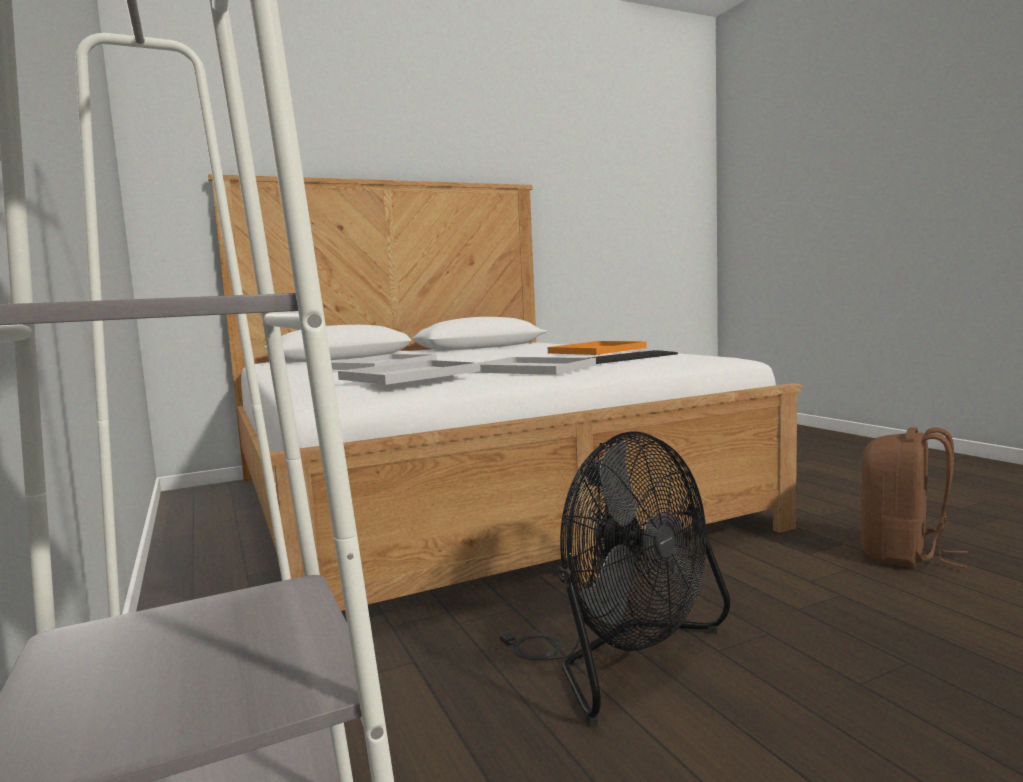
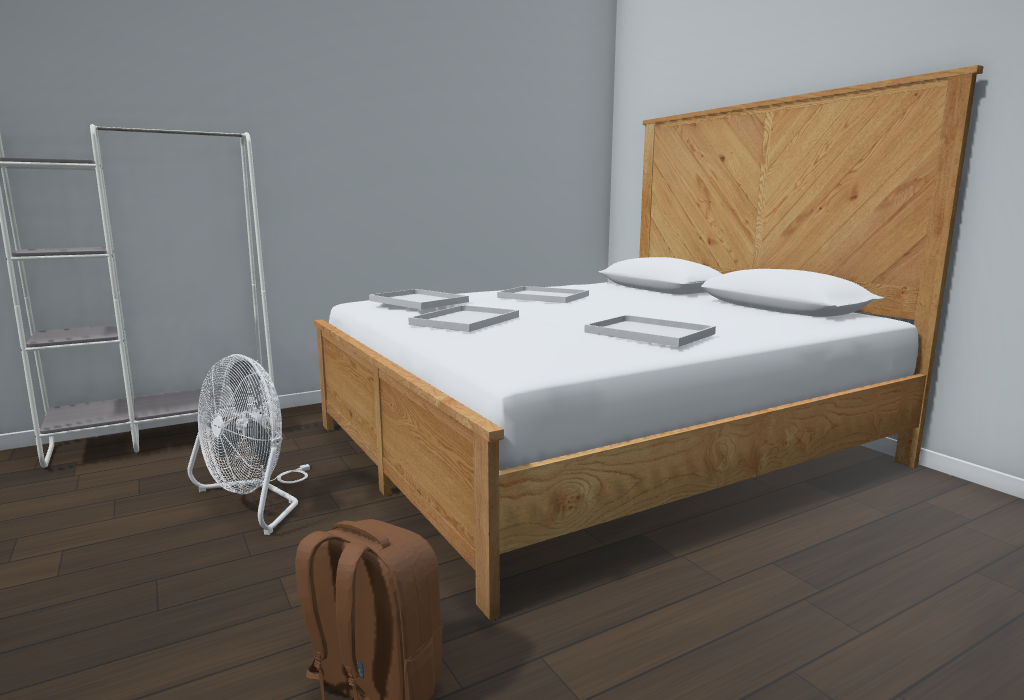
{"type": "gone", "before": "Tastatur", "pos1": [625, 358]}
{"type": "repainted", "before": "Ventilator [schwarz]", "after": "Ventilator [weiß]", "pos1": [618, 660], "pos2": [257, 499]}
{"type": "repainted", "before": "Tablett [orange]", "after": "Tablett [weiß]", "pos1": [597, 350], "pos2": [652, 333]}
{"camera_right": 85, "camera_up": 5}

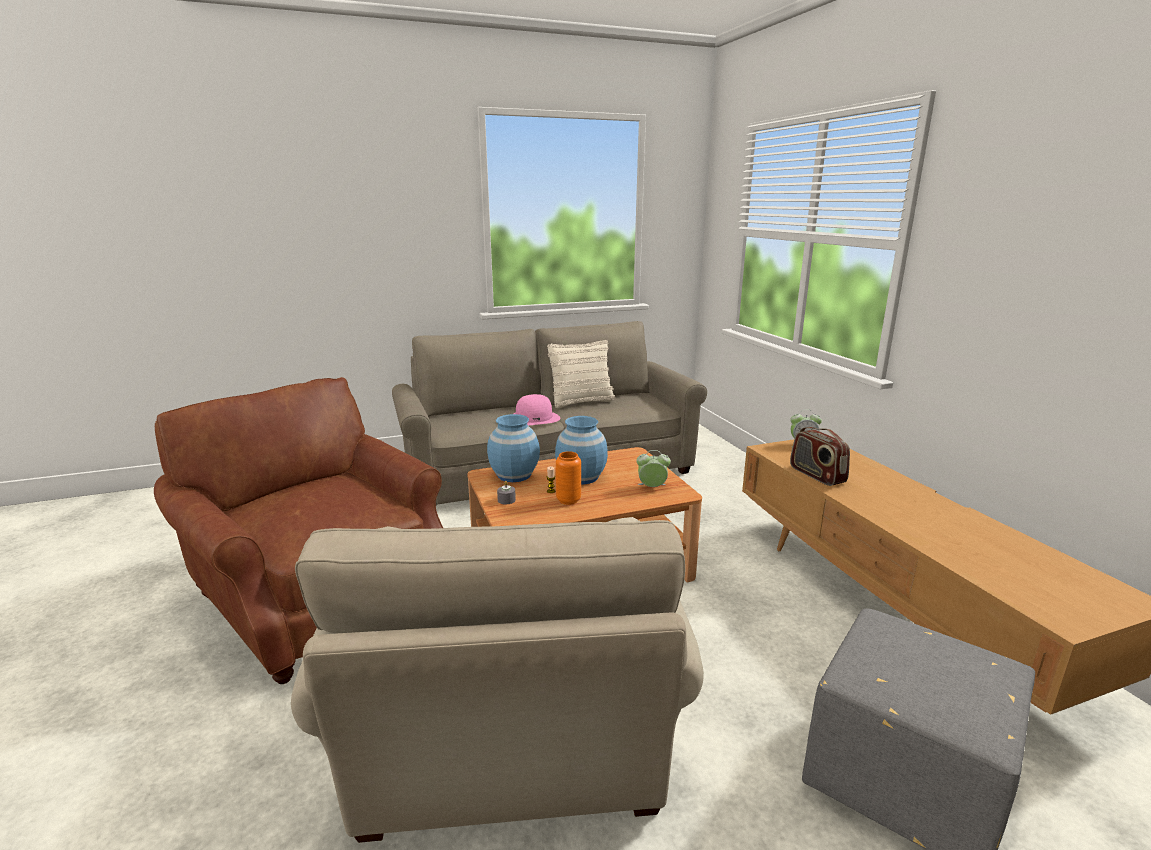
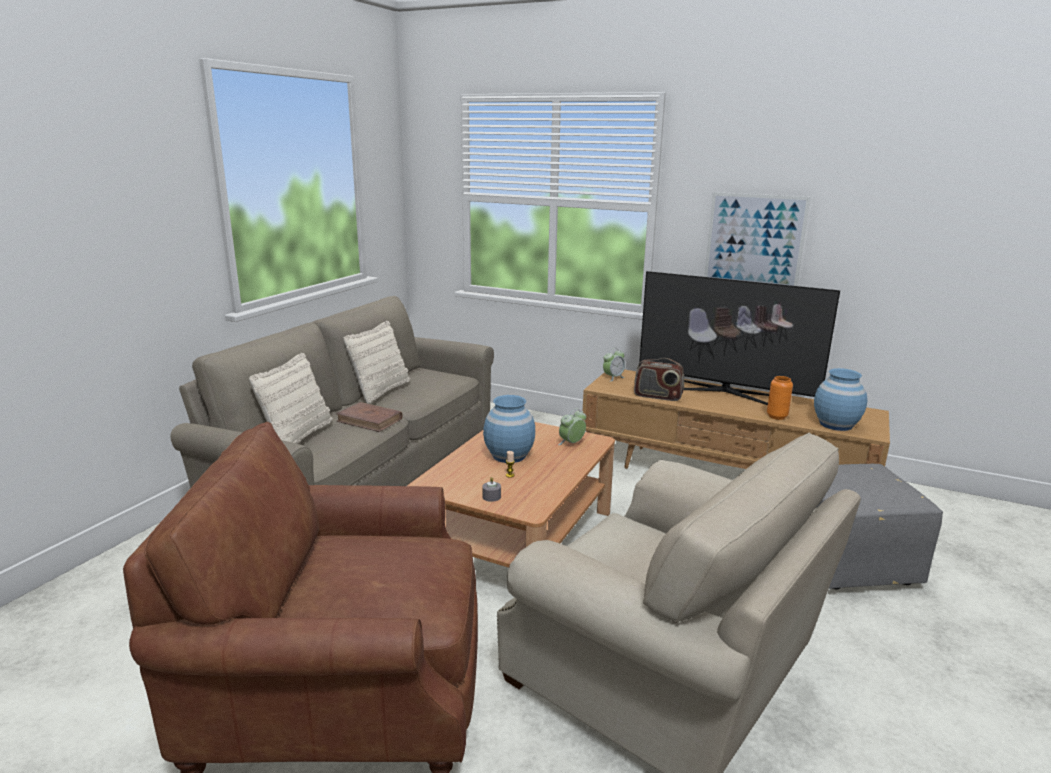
{"type": "new", "after": "Kissen [beige]", "pos2": [297, 437]}
{"type": "new", "after": "Fernseher", "pos2": [724, 392]}
{"type": "new", "after": "Bild", "pos2": [754, 241]}
{"type": "shifted", "before": "Vase [blau]", "pos1": [514, 475], "pos2": [836, 424]}
{"type": "shifted", "before": "Vase [orange]", "pos1": [568, 500], "pos2": [777, 416]}
{"type": "swapped", "before": "Hut [rosa]", "after": "Buch [braun]", "pos1": [534, 418], "pos2": [370, 420]}
{"camera_right": -45, "camera_up": 0}

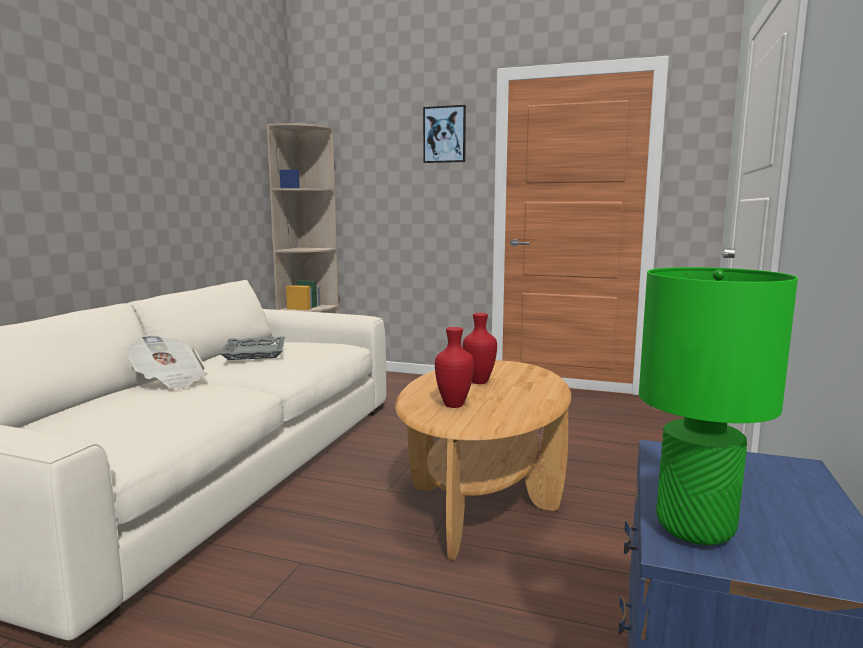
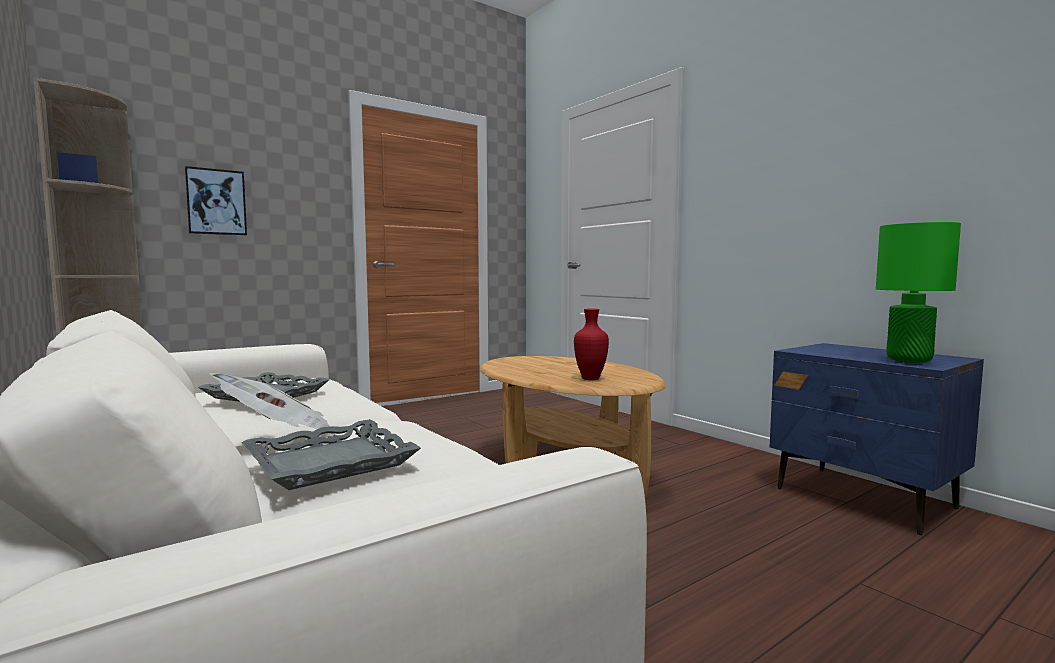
{"type": "gone", "before": "Vase [rot]", "pos1": [479, 382]}
{"type": "new", "after": "Tablett [grau]", "pos2": [330, 463]}
{"type": "shifted", "before": "Bild", "pos1": [444, 134], "pos2": [216, 202]}
{"camera_right": -55, "camera_up": -5}

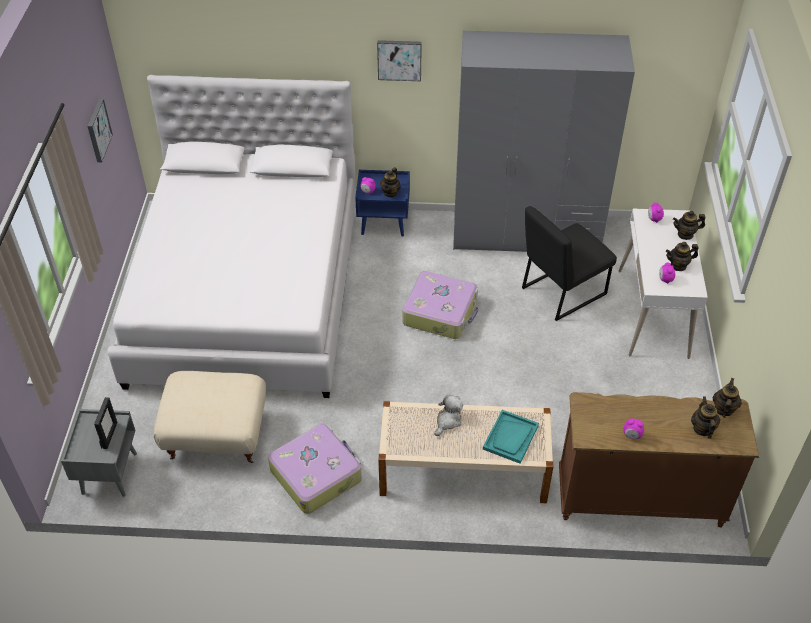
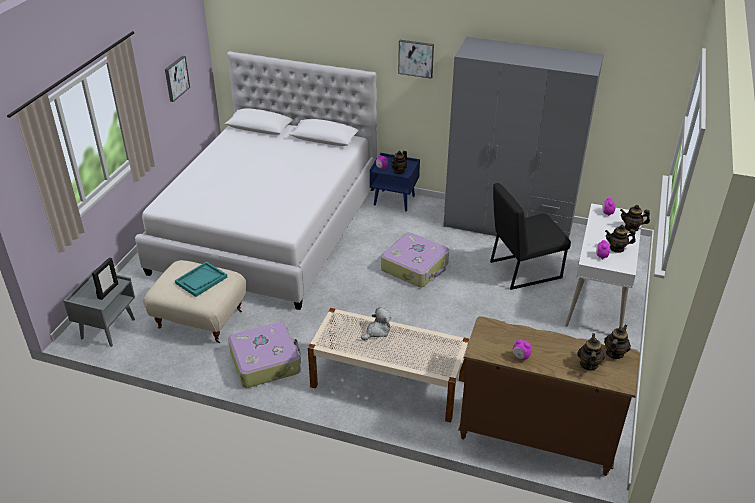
{"type": "shifted", "before": "Tablett [türkis]", "pos1": [510, 437], "pos2": [201, 280]}
{"camera_right": 15, "camera_up": -10}

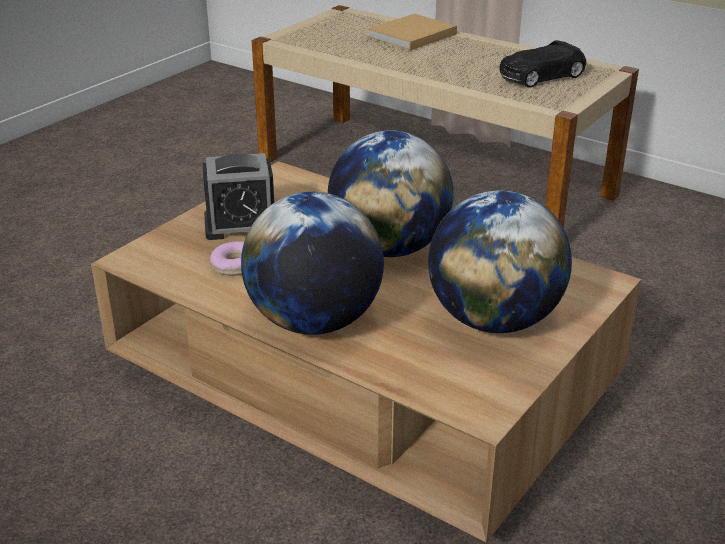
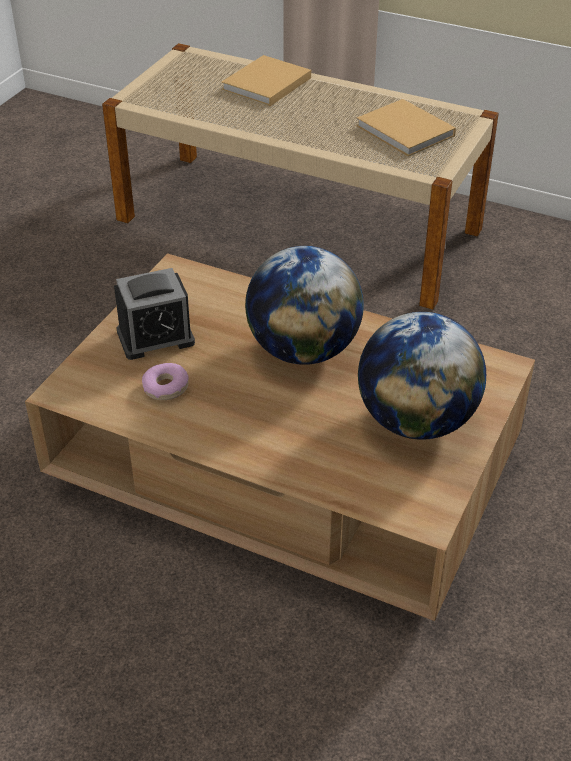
{"type": "gone", "before": "Globus", "pos1": [314, 322]}
{"type": "swapped", "before": "Spielzeugauto [schwarz]", "after": "Buch [beige]", "pos1": [540, 76], "pos2": [407, 132]}
{"camera_right": -10, "camera_up": 10}

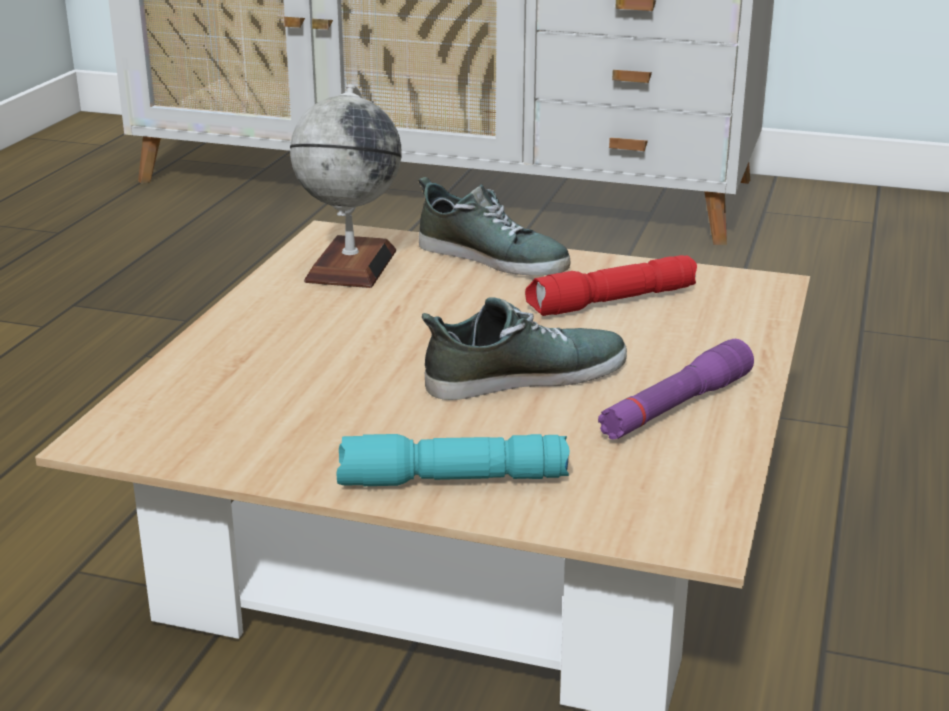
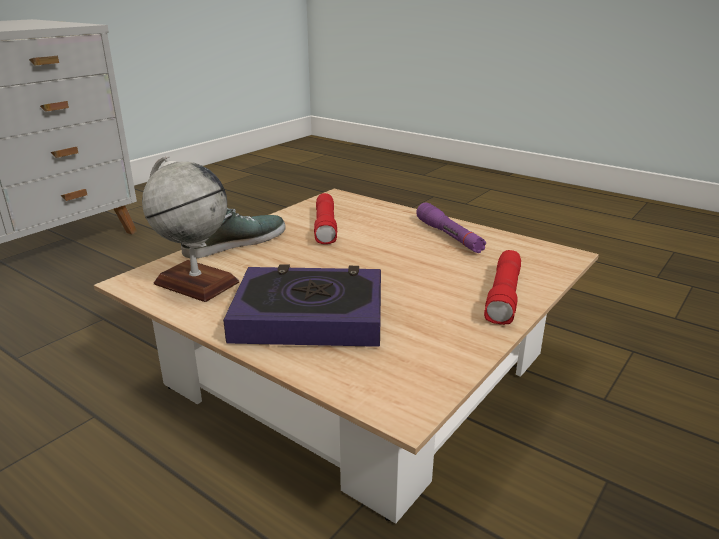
{"type": "gone", "before": "Schuh", "pos1": [524, 375]}
{"type": "new", "after": "Buch", "pos2": [309, 315]}
{"type": "repainted", "before": "Taschenlampe [türkis]", "after": "Taschenlampe [rot]", "pos1": [450, 481], "pos2": [504, 297]}
{"camera_right": -70, "camera_up": 0}

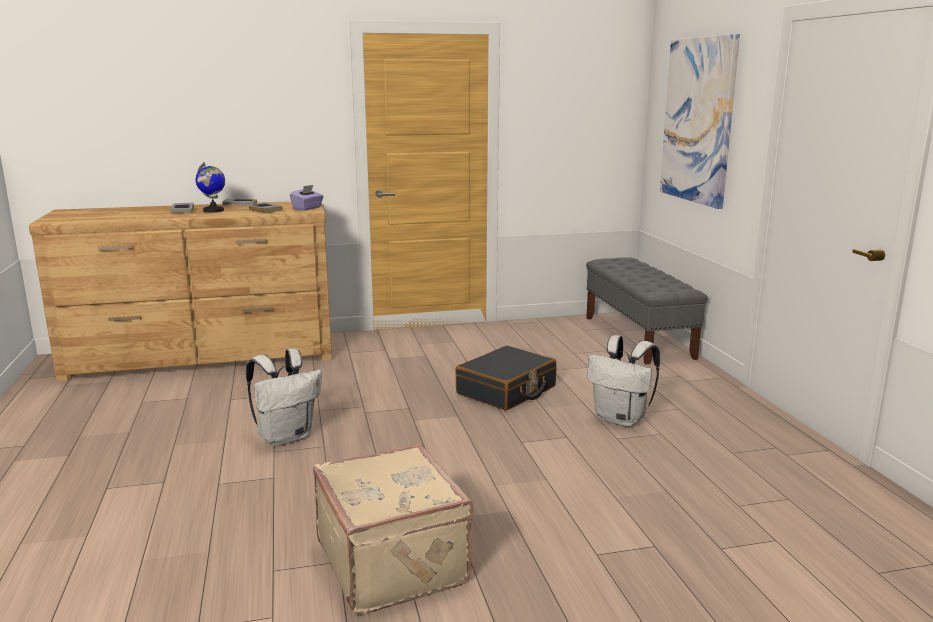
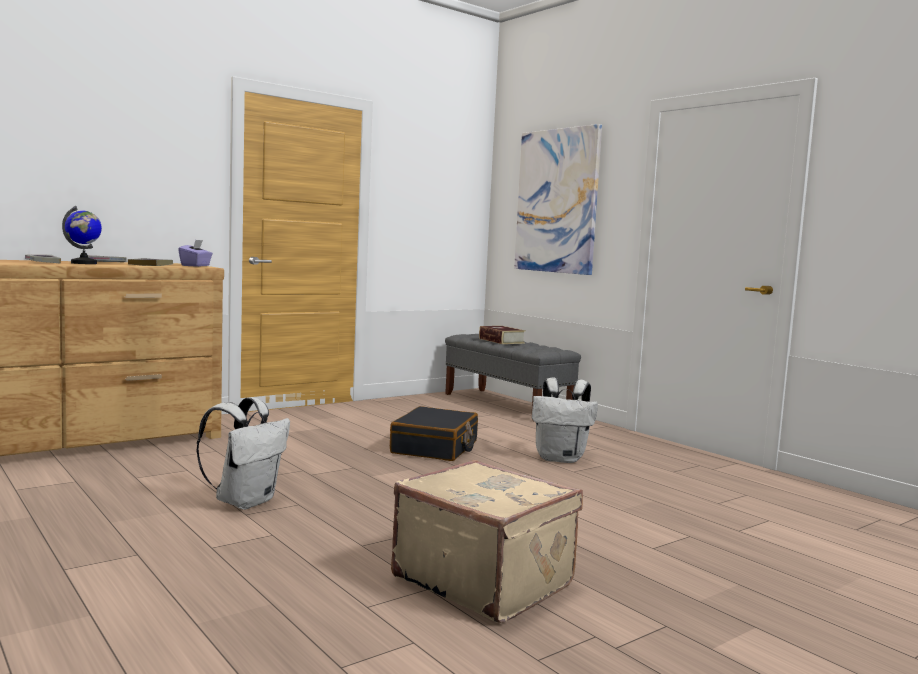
{"type": "new", "after": "Buch", "pos2": [501, 341]}
{"camera_right": -25, "camera_up": -10}

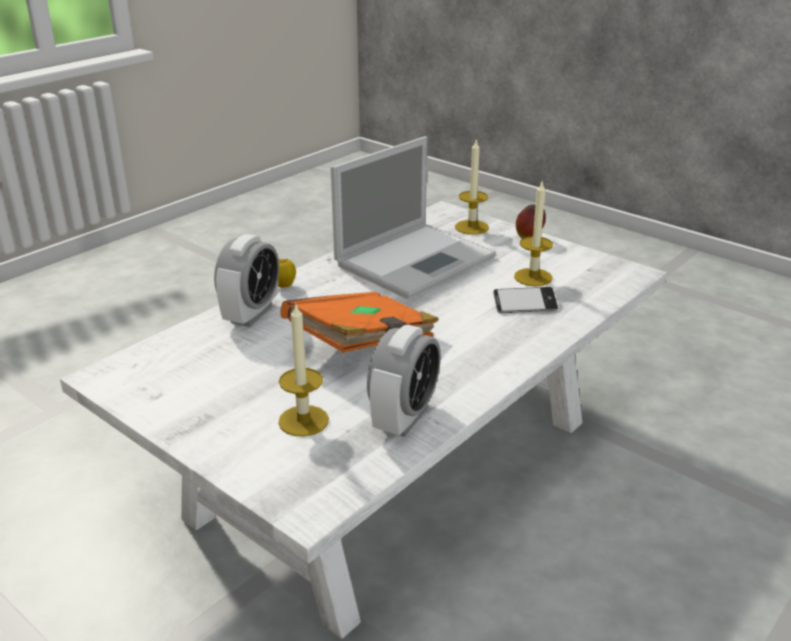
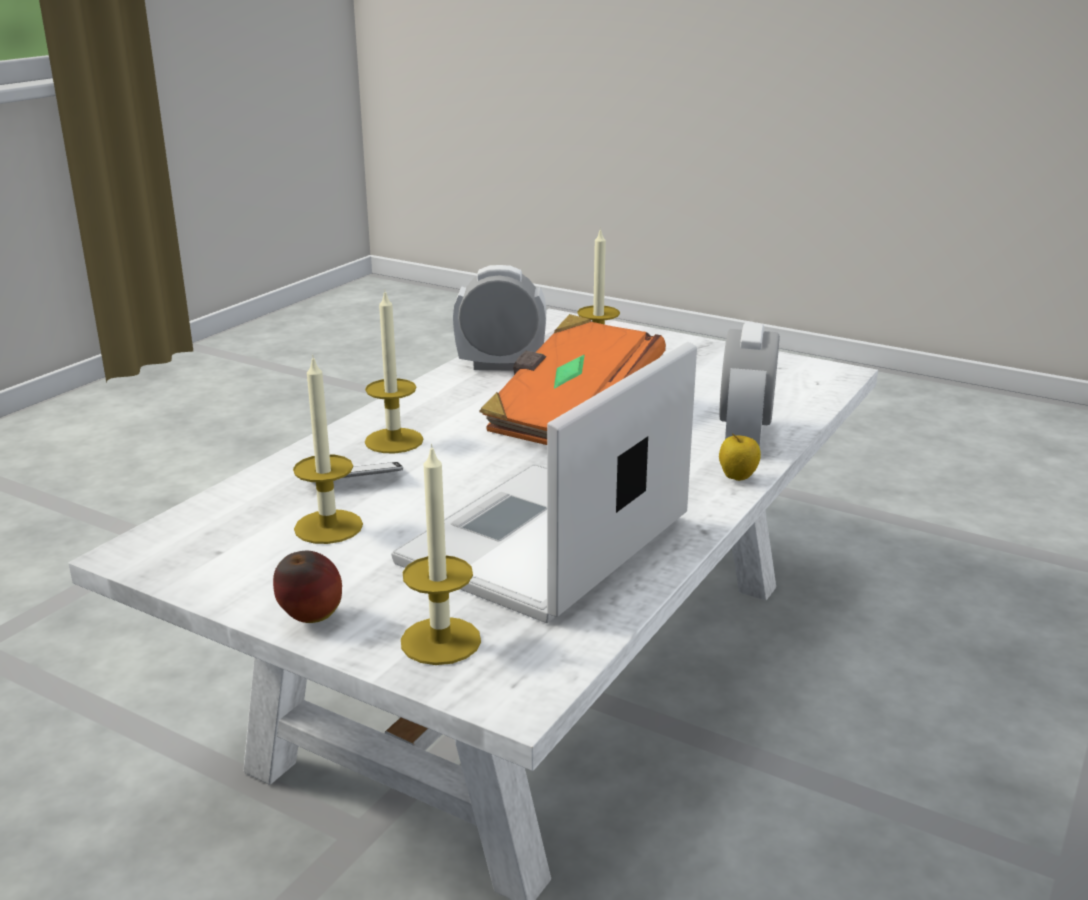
{"type": "new", "after": "Kerze", "pos2": [394, 441]}
{"type": "rotated", "before": "Wecker", "pos1": [404, 418], "pos2": [501, 365], "turn": 75}
{"camera_right": 170, "camera_up": -5}

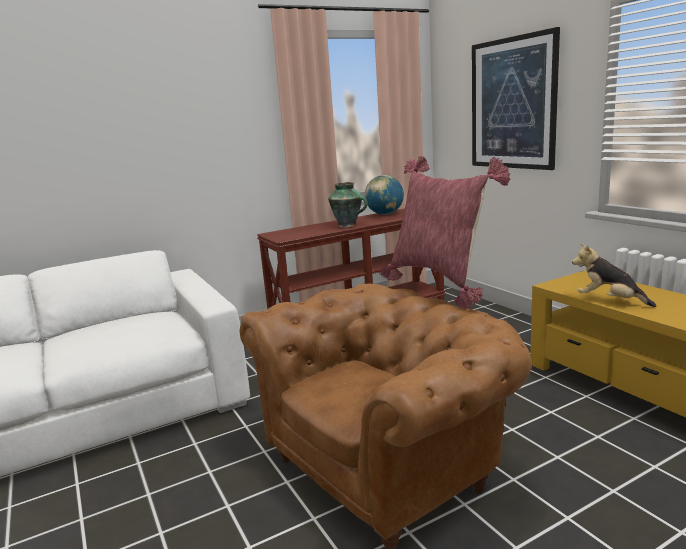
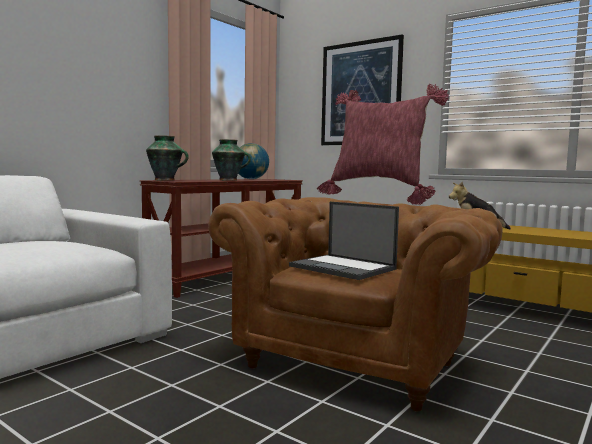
{"type": "new", "after": "Vase", "pos2": [166, 180]}
{"type": "new", "after": "Laptop", "pos2": [344, 268]}
{"camera_right": -25, "camera_up": -10}

